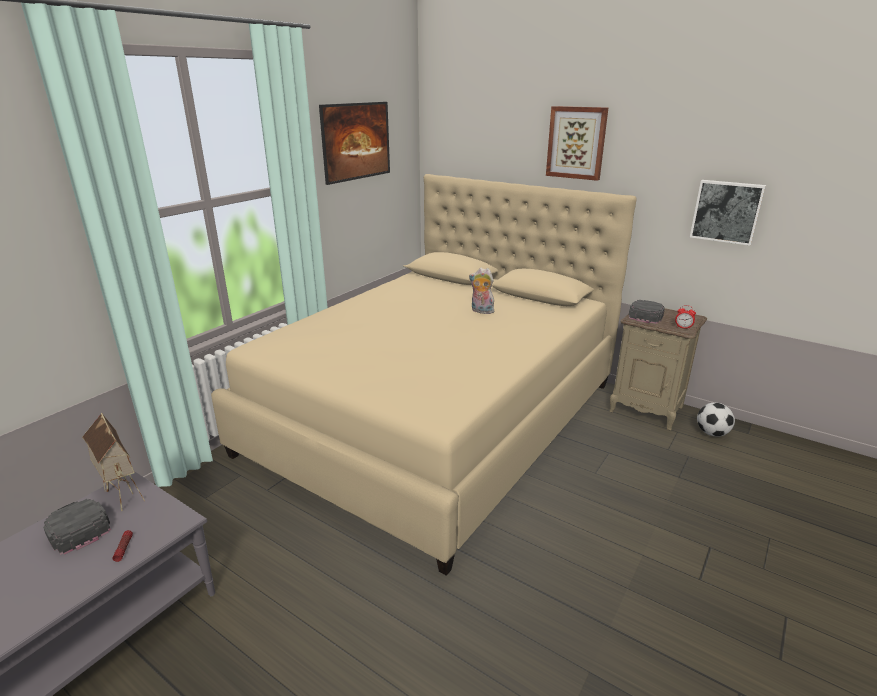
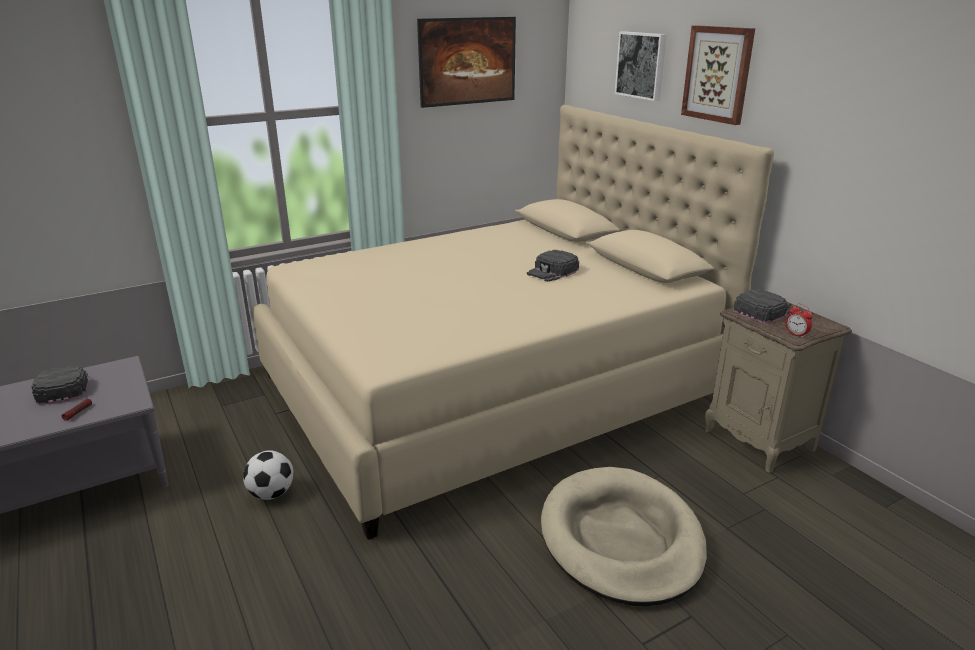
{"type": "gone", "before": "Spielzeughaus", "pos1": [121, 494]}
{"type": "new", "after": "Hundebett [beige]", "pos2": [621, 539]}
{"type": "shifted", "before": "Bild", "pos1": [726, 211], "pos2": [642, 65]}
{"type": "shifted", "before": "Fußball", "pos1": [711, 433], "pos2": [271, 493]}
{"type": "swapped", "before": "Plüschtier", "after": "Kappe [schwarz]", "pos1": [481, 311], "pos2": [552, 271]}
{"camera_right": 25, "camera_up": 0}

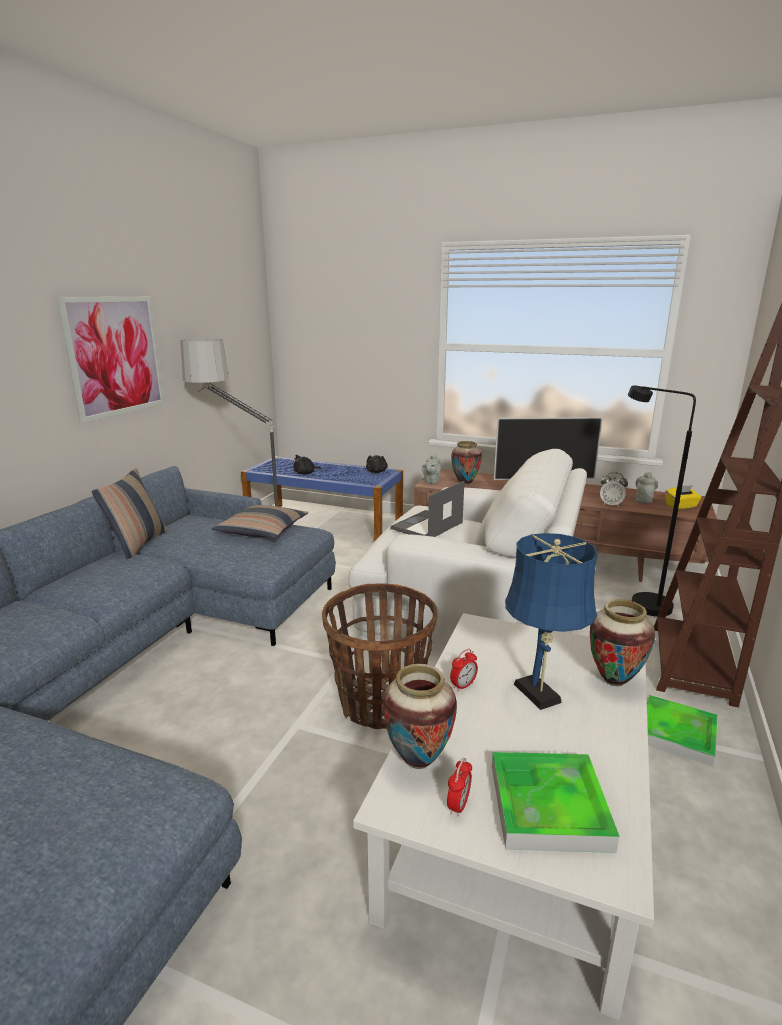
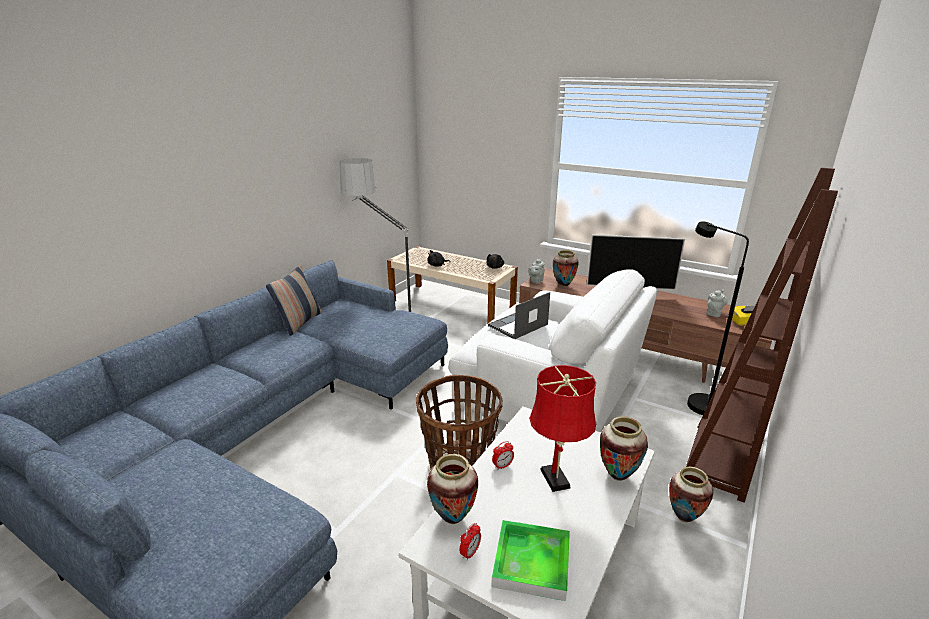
{"type": "gone", "before": "Bild", "pos1": [115, 356]}
{"type": "gone", "before": "Kissen", "pos1": [262, 530]}
{"type": "gone", "before": "Wecker", "pos1": [611, 505]}
{"type": "swapped", "before": "Tablett", "after": "Vase", "pos1": [677, 733], "pos2": [684, 517]}
{"type": "repainted", "before": "Bank [blau]", "after": "Bank [beige]", "pos1": [325, 523], "pos2": [452, 305]}
{"type": "repainted", "before": "Tischlampe [blau]", "after": "Tischlampe [rot]", "pos1": [540, 696], "pos2": [556, 481]}
{"camera_right": 10, "camera_up": 5}

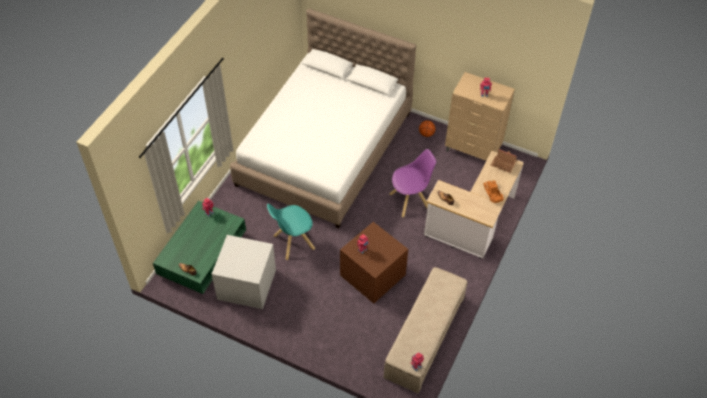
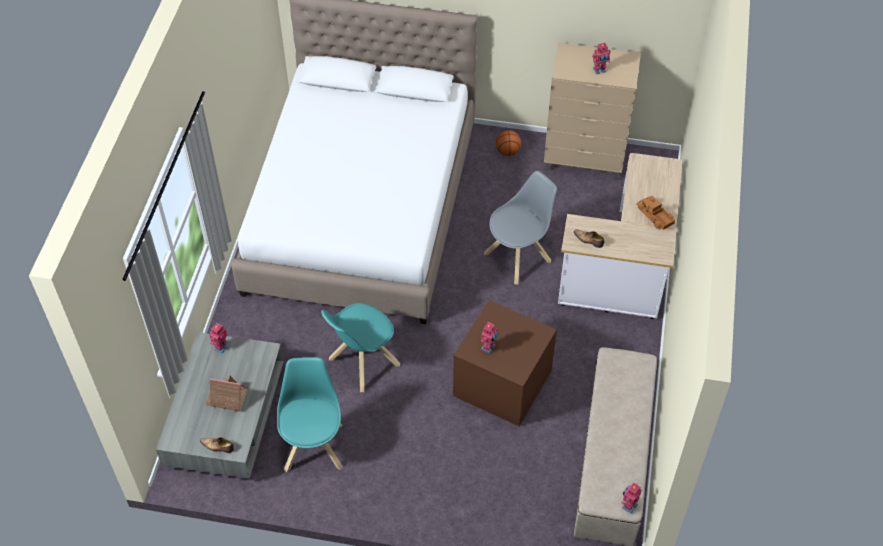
{"type": "shifted", "before": "Spielzeughaus", "pos1": [503, 164], "pos2": [227, 398]}
{"type": "swapped", "before": "Aufbewahrungsbox [grau]", "after": "Stuhl [türkis]", "pos1": [247, 284], "pos2": [314, 445]}
{"type": "repainted", "before": "Couchtisch [grün]", "after": "Couchtisch [grau]", "pos1": [202, 254], "pos2": [226, 416]}
{"type": "repainted", "before": "Stuhl [lila]", "after": "Stuhl [grau]", "pos1": [410, 200], "pos2": [519, 256]}
{"camera_right": -15, "camera_up": 0}

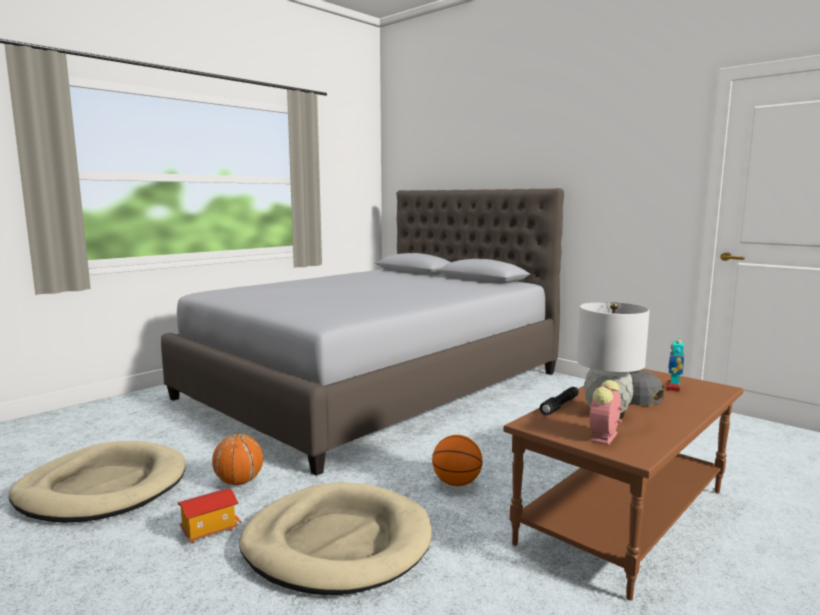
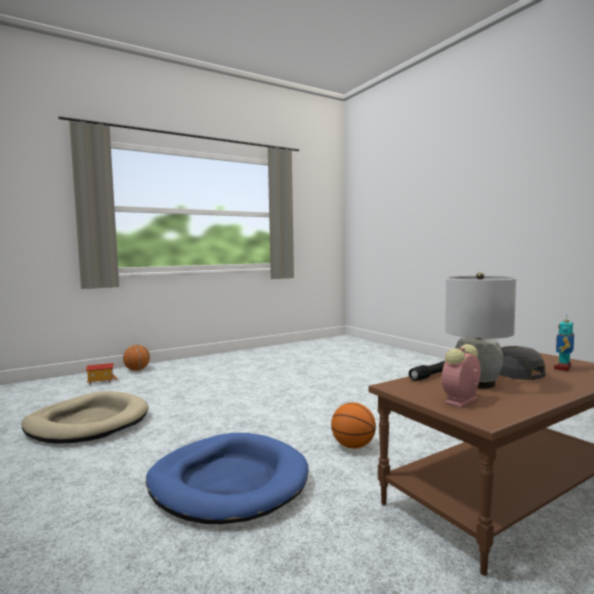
{"type": "gone", "before": "Bett [grau]", "pos1": [375, 385]}
{"type": "shifted", "before": "Spielzeughaus", "pos1": [209, 530], "pos2": [101, 381]}
{"type": "shifted", "before": "Basketball", "pos1": [239, 482], "pos2": [137, 370]}
{"type": "repainted", "before": "Hundebett [beige]", "after": "Hundebett [blau]", "pos1": [337, 543], "pos2": [228, 482]}
{"camera_right": 15, "camera_up": -5}

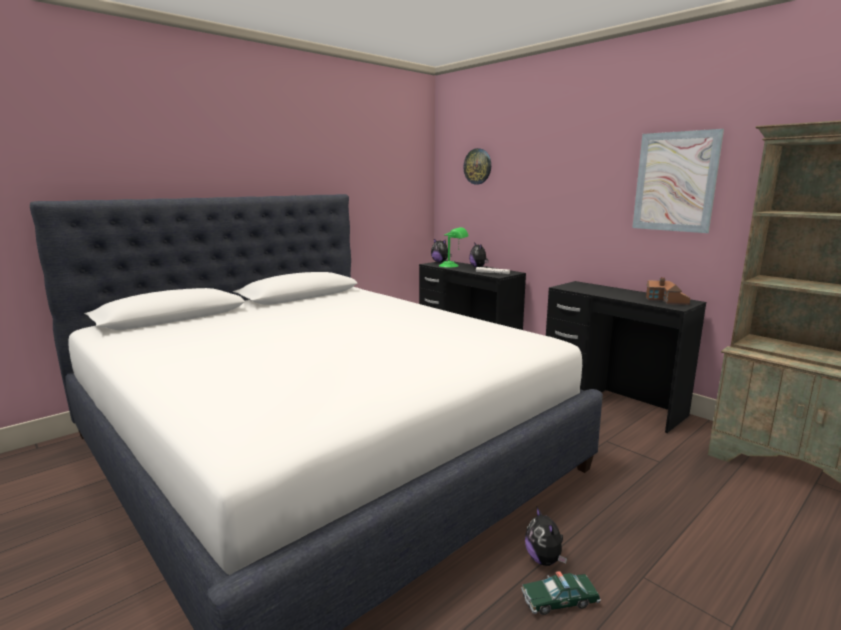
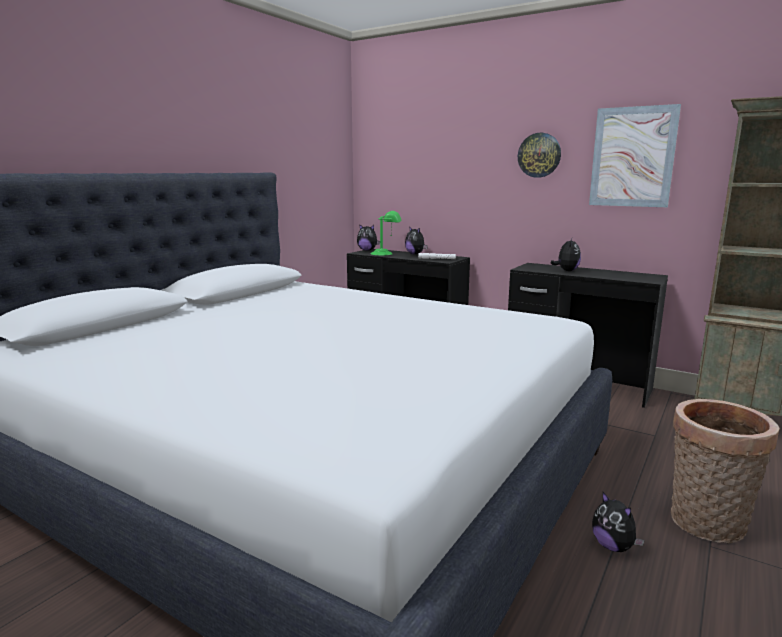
{"type": "gone", "before": "Spielzeugauto", "pos1": [559, 600]}
{"type": "gone", "before": "Spielzeughaus", "pos1": [667, 301]}
{"type": "new", "after": "Plüschtier", "pos2": [566, 271]}
{"type": "new", "after": "Korb", "pos2": [706, 525]}
{"type": "shifted", "before": "Wanduhr", "pos1": [478, 166], "pos2": [539, 155]}
{"camera_right": -15, "camera_up": 0}

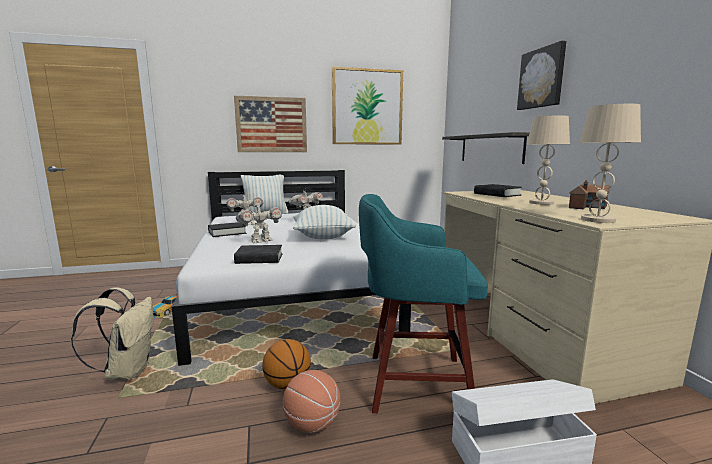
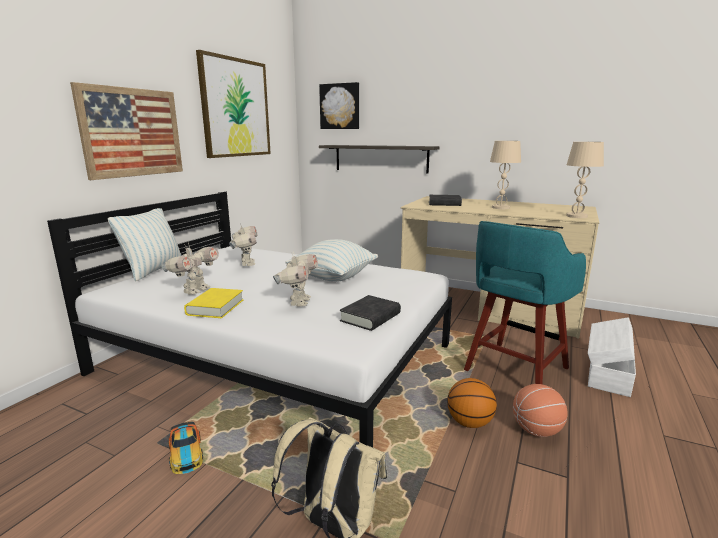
{"type": "gone", "before": "Spielzeughaus", "pos1": [587, 207]}
{"type": "shifted", "before": "Bild", "pos1": [542, 78], "pos2": [340, 106]}
{"type": "repainted", "before": "Buch [schwarz]", "after": "Buch [gelb]", "pos1": [227, 232], "pos2": [215, 307]}
{"camera_right": -50, "camera_up": 5}

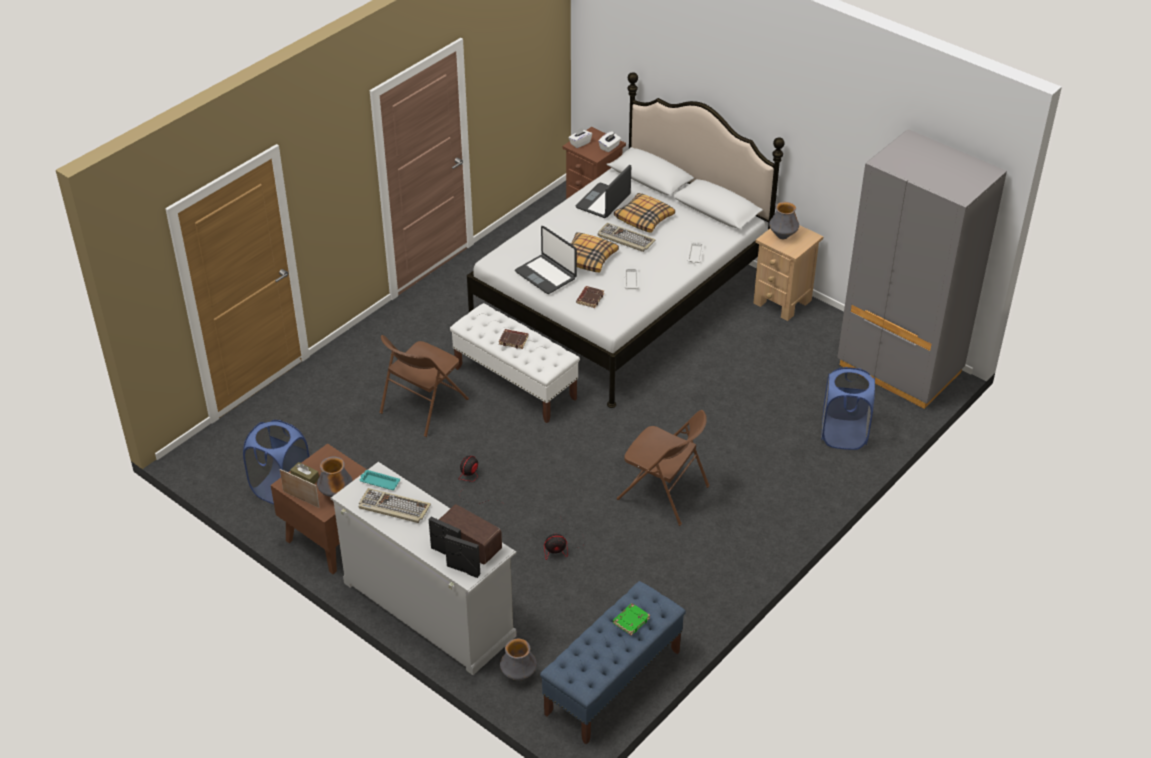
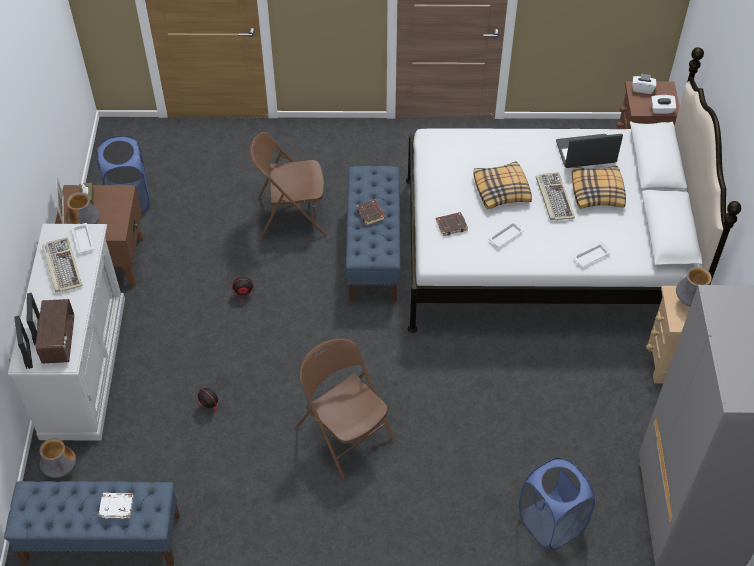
{"type": "gone", "before": "Laptop", "pos1": [546, 275]}
{"type": "repainted", "before": "Tablett [türkis]", "after": "Tablett [weiß]", "pos1": [379, 482], "pos2": [83, 239]}
{"type": "repainted", "before": "Bank [weiß]", "after": "Bank [blau]", "pos1": [516, 383], "pos2": [373, 252]}
{"type": "repainted", "before": "Buch [grün]", "after": "Buch [weiß]", "pos1": [631, 620], "pos2": [117, 506]}
{"type": "rotated", "before": "Stuhl [braun]", "pos1": [663, 493], "pos2": [345, 433], "turn": 150}
{"camera_right": 50, "camera_up": 10}

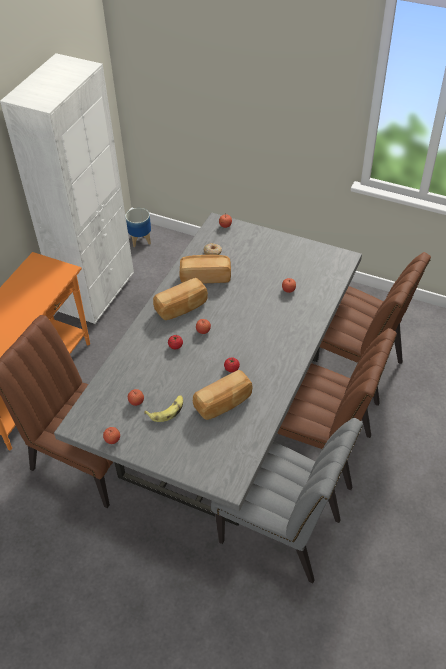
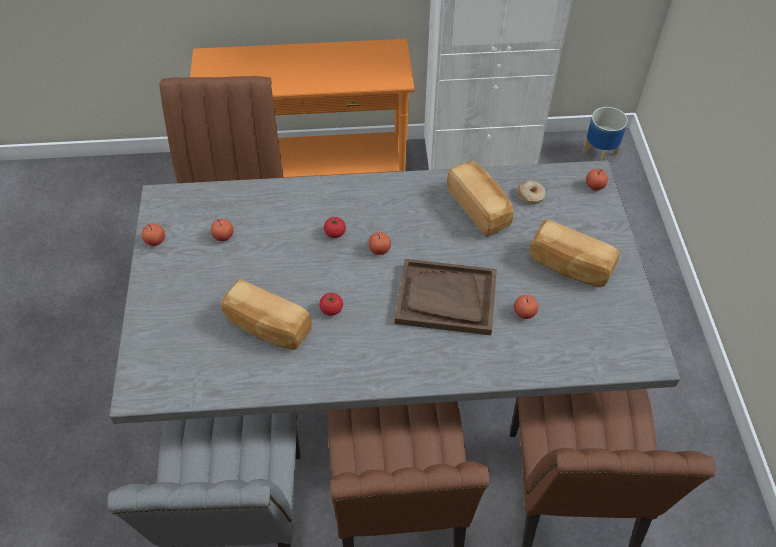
{"type": "gone", "before": "Banane", "pos1": [167, 410]}
{"type": "new", "after": "Tablett [braun]", "pos2": [446, 298]}
{"type": "shifted", "before": "Brot", "pos1": [182, 307], "pos2": [569, 266]}
{"camera_right": 60, "camera_up": 5}

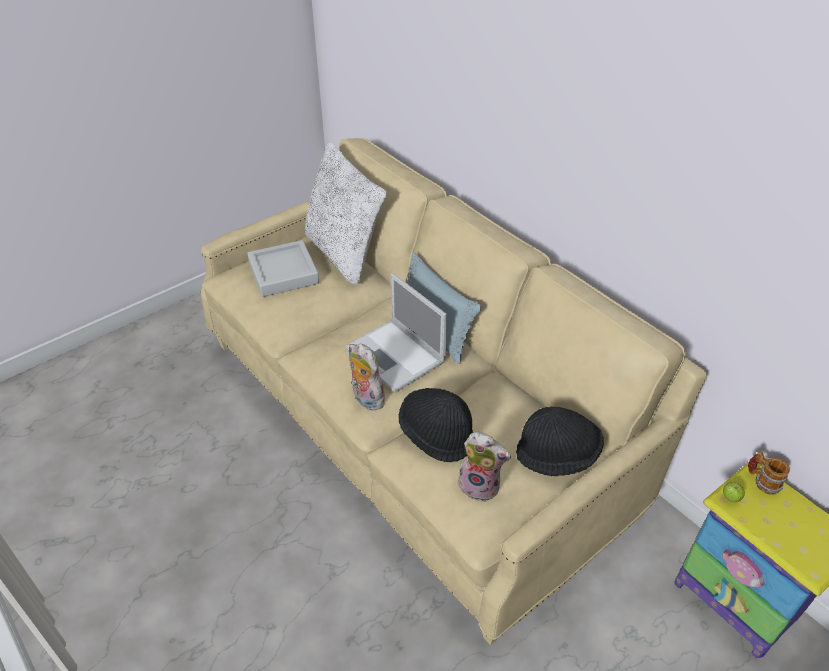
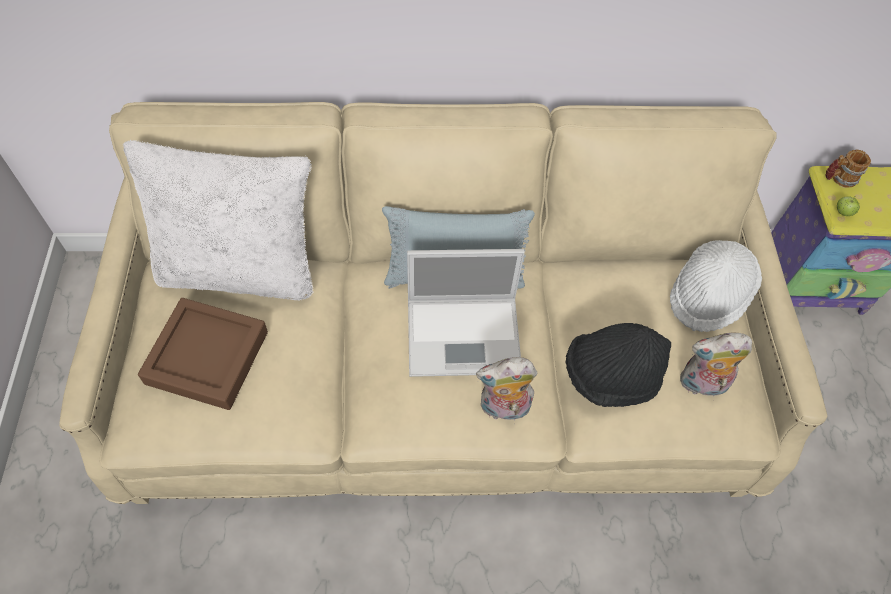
{"type": "repainted", "before": "Tablett [grau]", "after": "Tablett [braun]", "pos1": [283, 273], "pos2": [207, 357]}
{"type": "repainted", "before": "Hut [schwarz]", "after": "Hut [weiß]", "pos1": [557, 455], "pos2": [708, 295]}
{"type": "rotated", "before": "Plüschtier", "pos1": [480, 485], "pos2": [701, 385], "turn": -150}
{"camera_right": -55, "camera_up": 15}

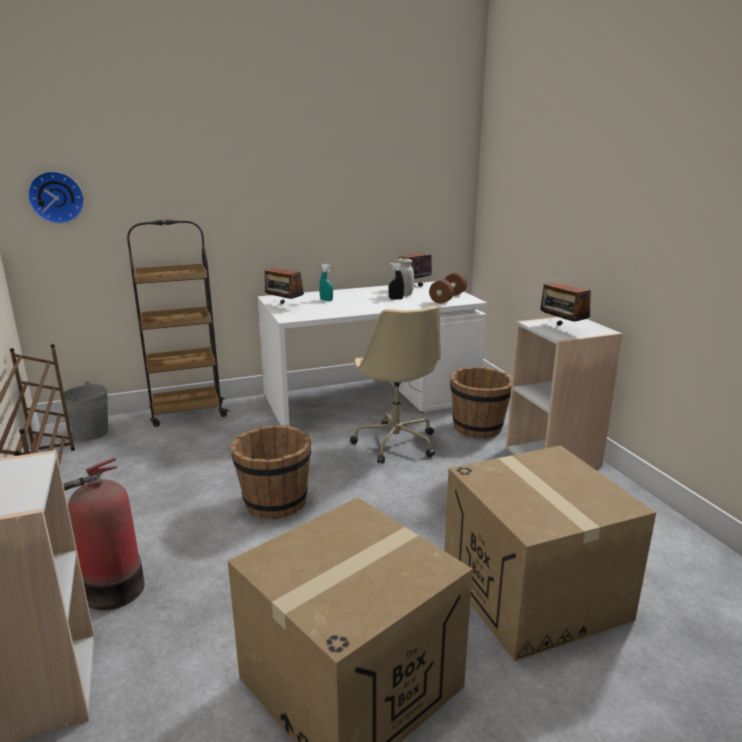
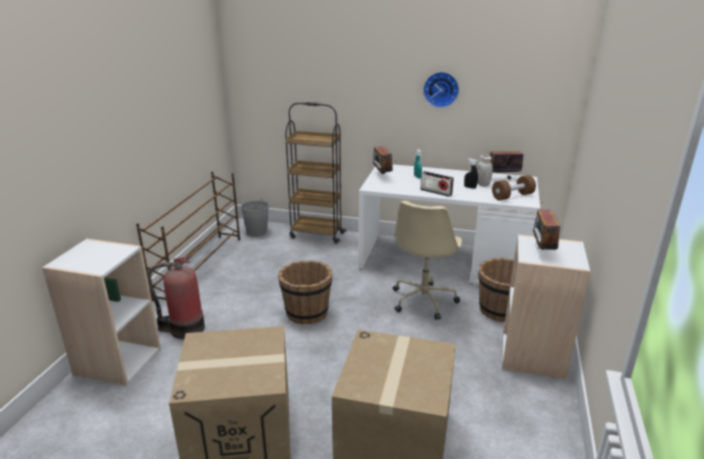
{"type": "new", "after": "Radio", "pos2": [436, 192]}
{"type": "shifted", "before": "Wanduhr", "pos1": [56, 197], "pos2": [441, 89]}
{"camera_right": 35, "camera_up": 5}

